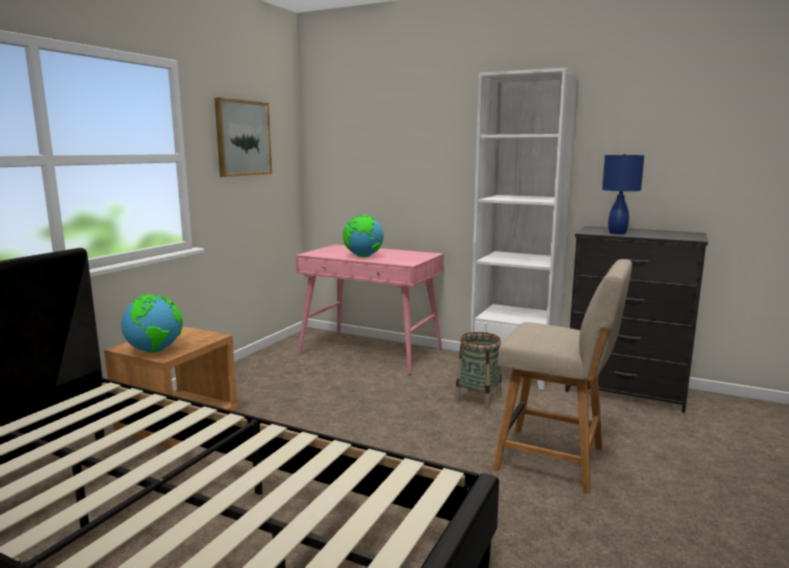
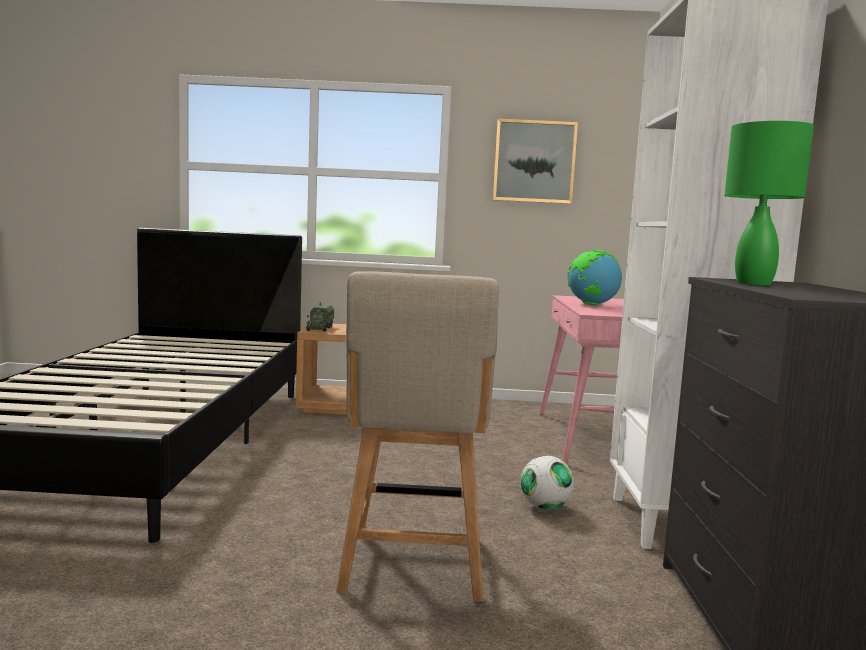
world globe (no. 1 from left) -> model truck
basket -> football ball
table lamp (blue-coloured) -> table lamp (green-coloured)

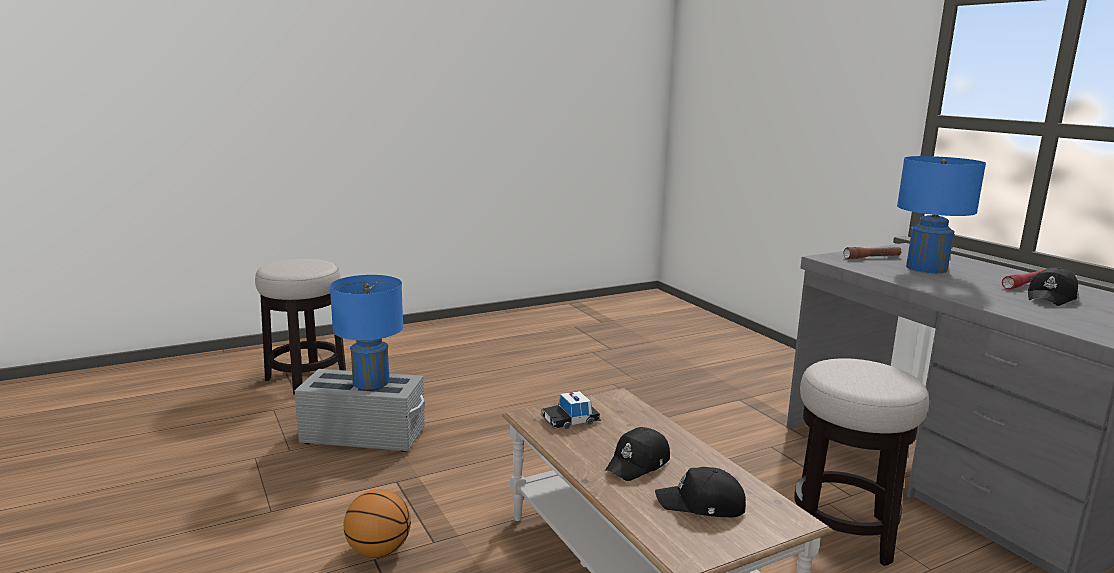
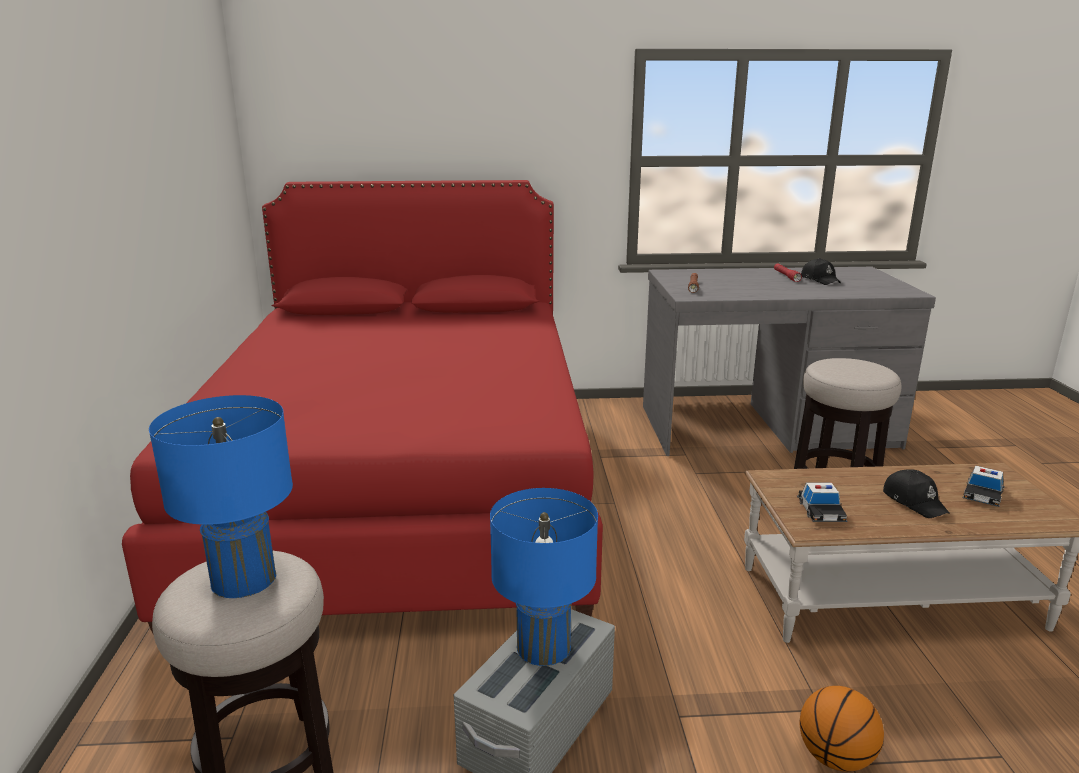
none -> bedroom bed (red-coloured)
table lamp (blue-coloured) (no. 2 from left in the first image) -> table lamp (blue-coloured) (no. 1 from left), shifted
baseball cap (black-coloured) (no. 2 from left) -> miniature car (no. 2 from left)

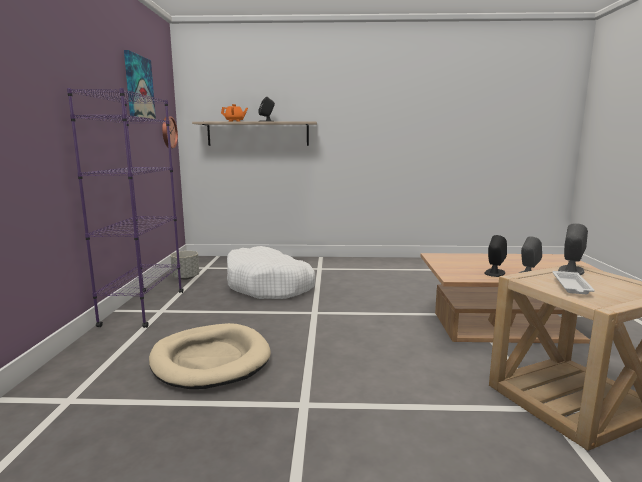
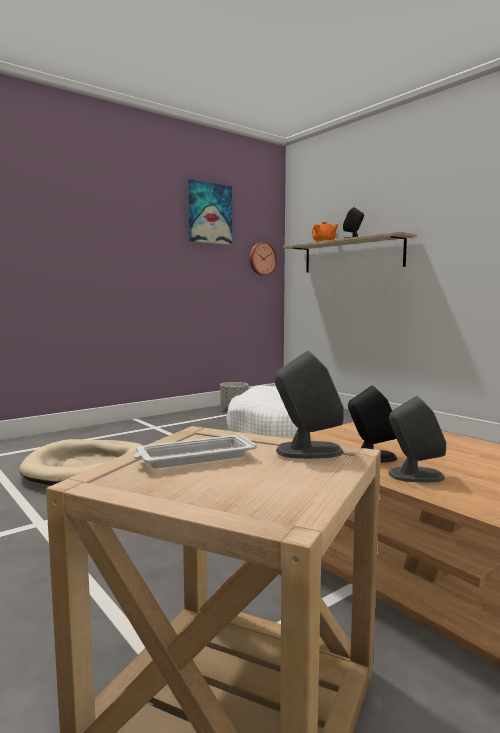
shelving unit (purplish) -> none

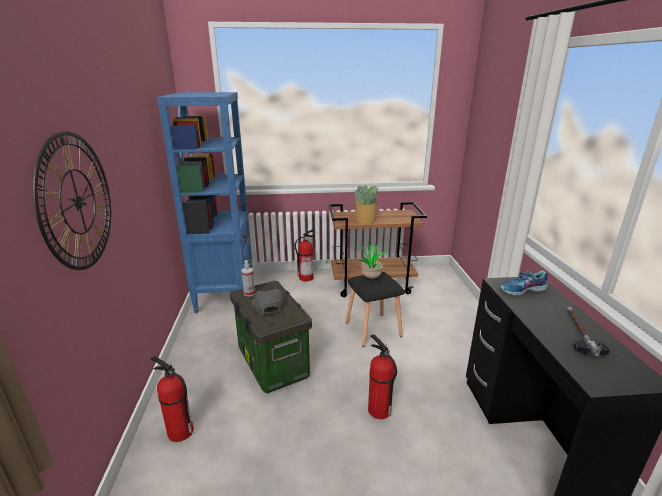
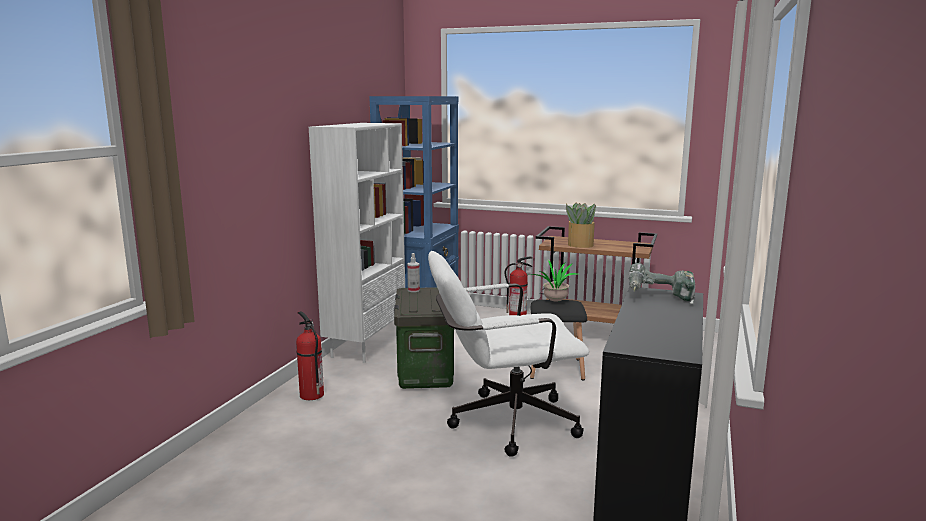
hanging clock -> none
baseball cap (gray) -> none
tool hammer -> none
none -> shelving unit (white)
fire-fighting cylinder (no. 3 from left) -> desk chair (white)
shoe -> electric drill

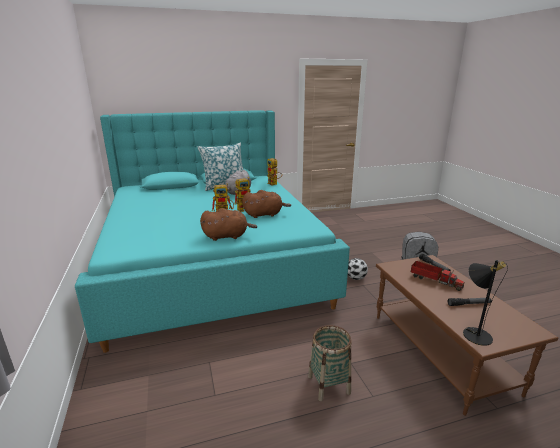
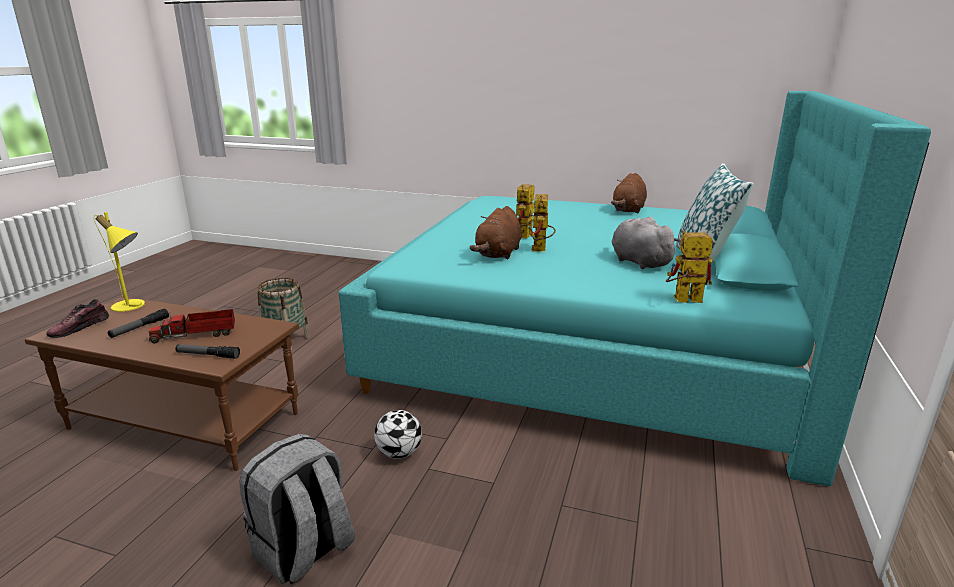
none -> shoe
plush toy (brown) (no. 1 from left in the first image) -> plush toy (brown) (no. 2 from left), shifted
table lamp (black-coloured) -> table lamp (yellow-coloured)

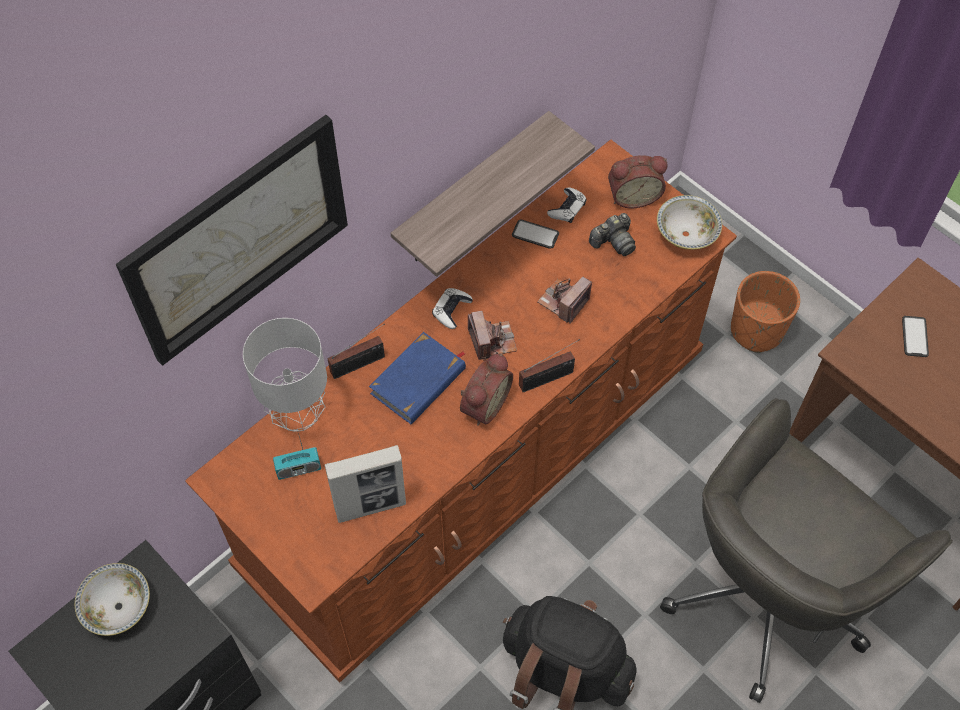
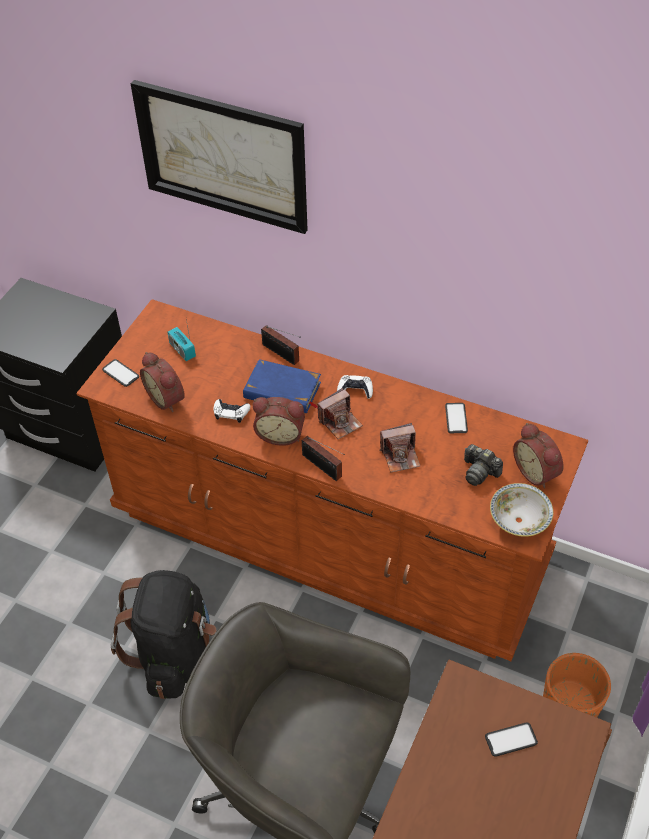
serving bowl (no. 1 from left) -> none
table lamp (gray) -> none
wall shelf -> none
none -> telephone (no. 1 from left)
joypad (white) (no. 2 from left in the first image) -> joypad (white) (no. 1 from left), shifted
picture frame -> alarm clock (no. 1 from left)
still camera (no. 2 from left), 150 degrees clockwise

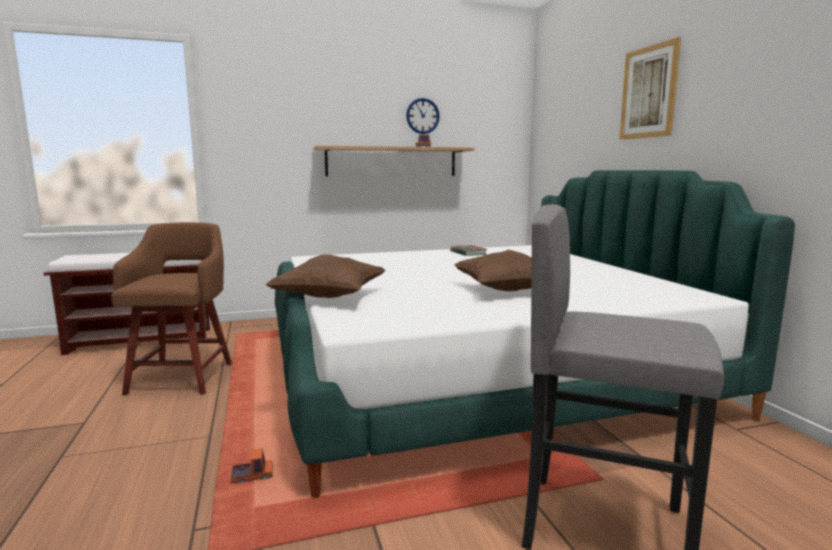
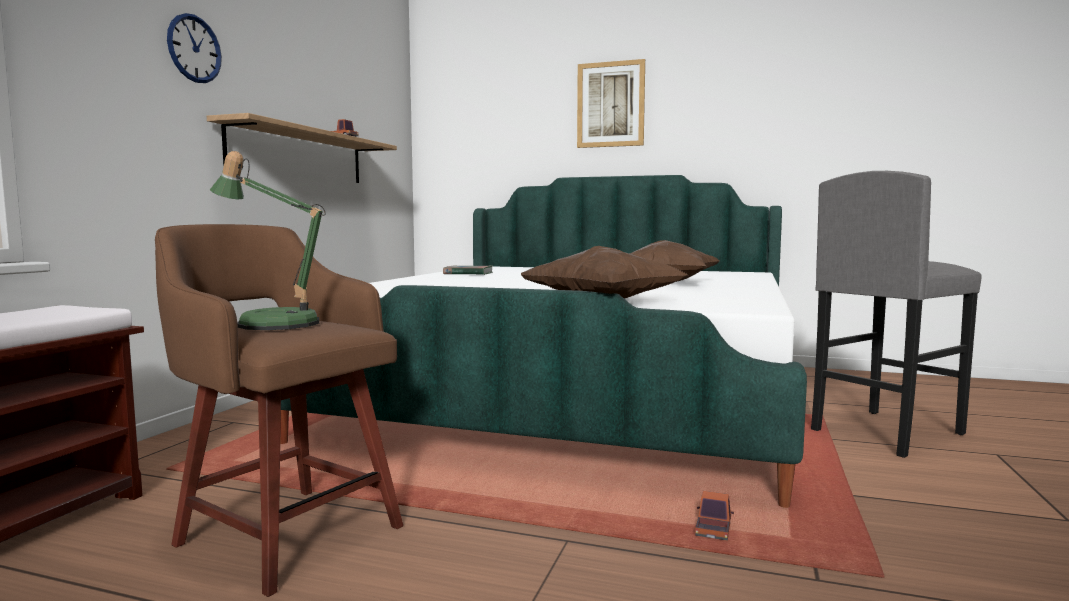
none -> table lamp
hanging clock, shifted

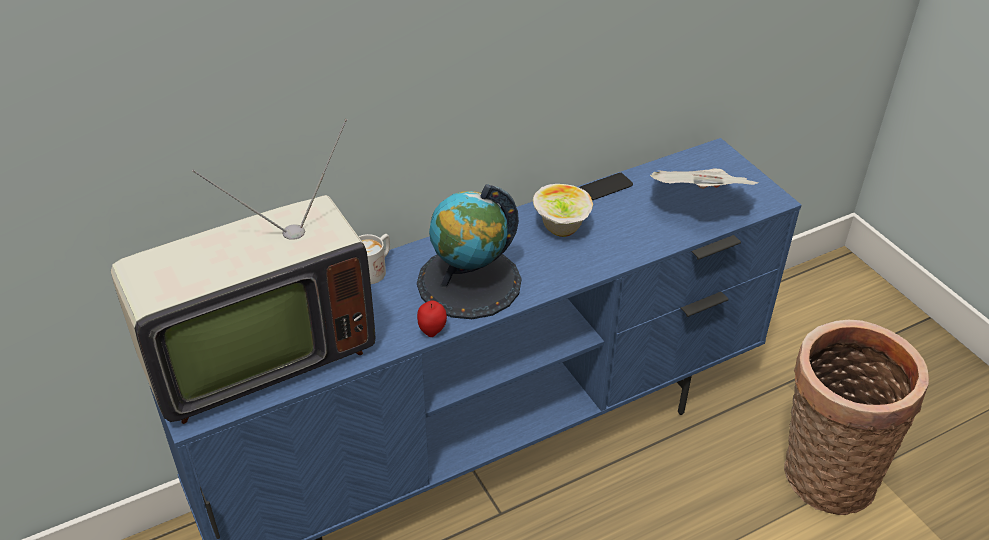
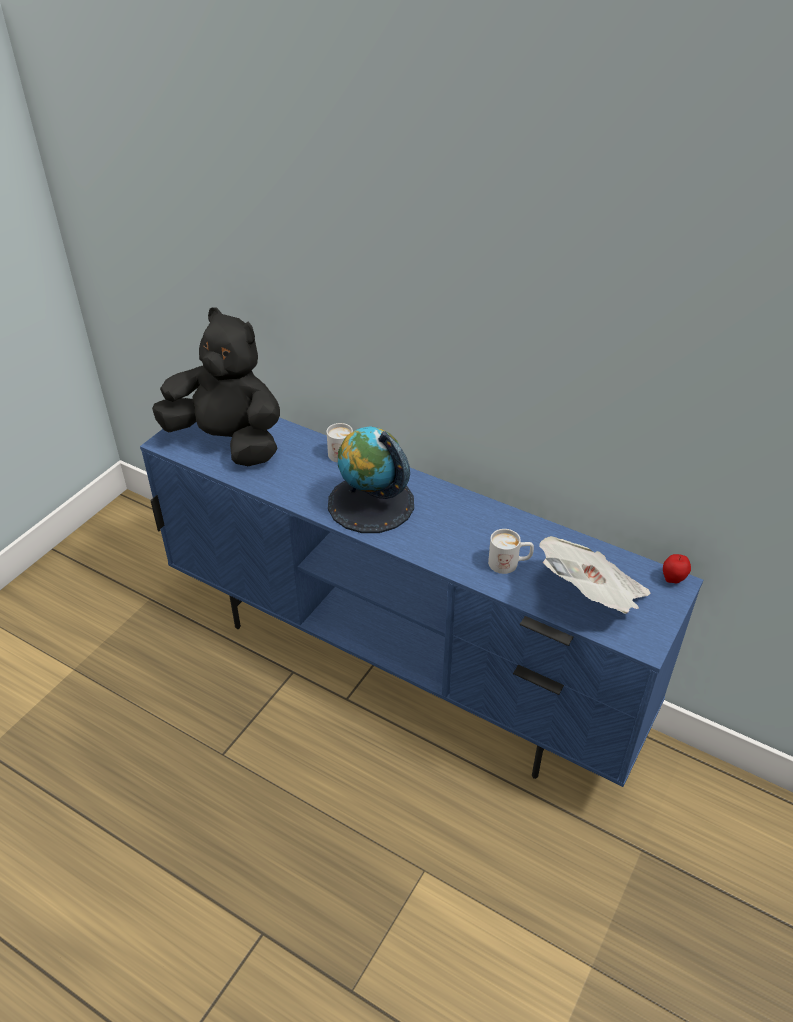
serving bowl -> none
telephone -> none
basket -> none
none -> mug (white) (no. 2 from left)
whole apple, shifted
TV set -> plush toy (black-coloured)

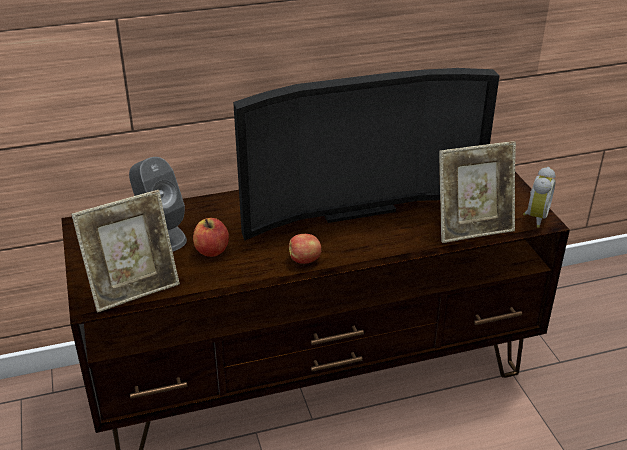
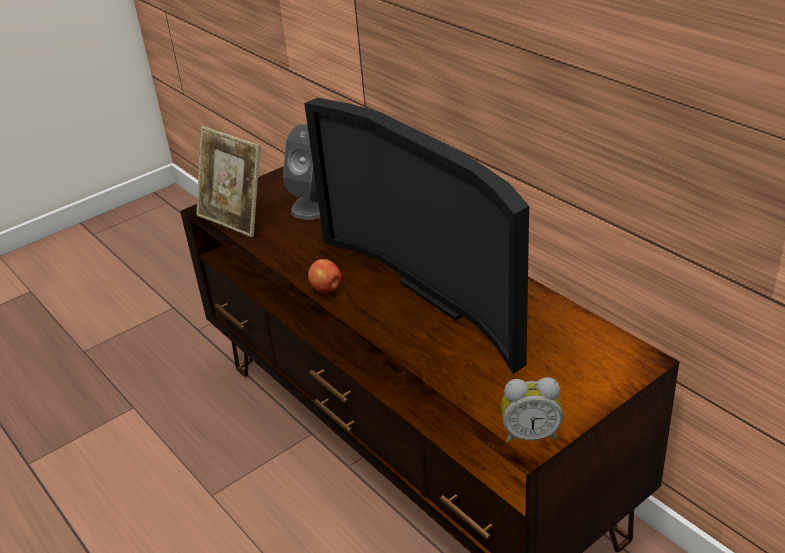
whole apple (no. 1 from left) -> none
picture frame (no. 2 from left) -> none

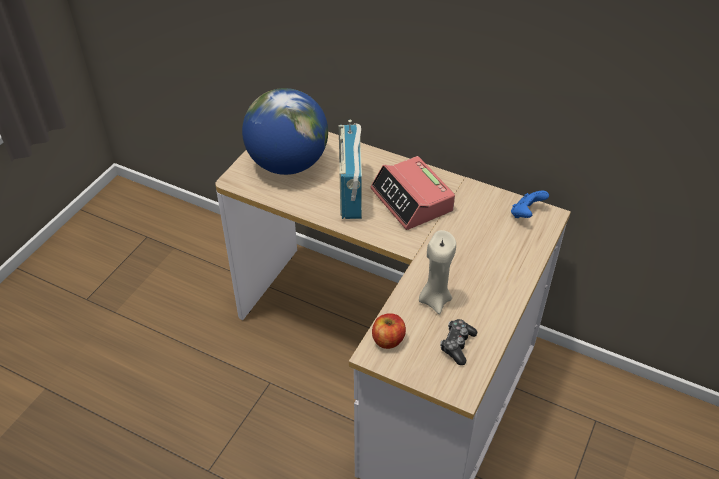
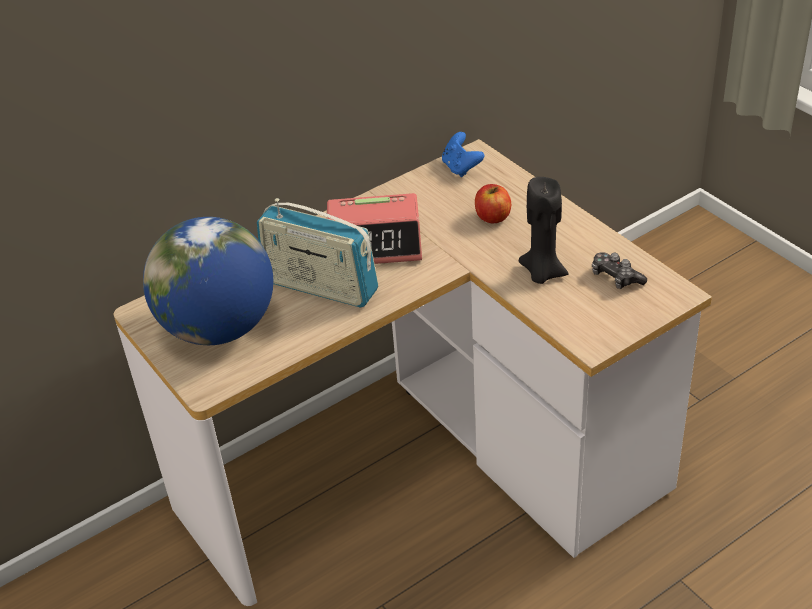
whole apple, shifted
wax light (beige-coloured) -> wax light (black-coloured)

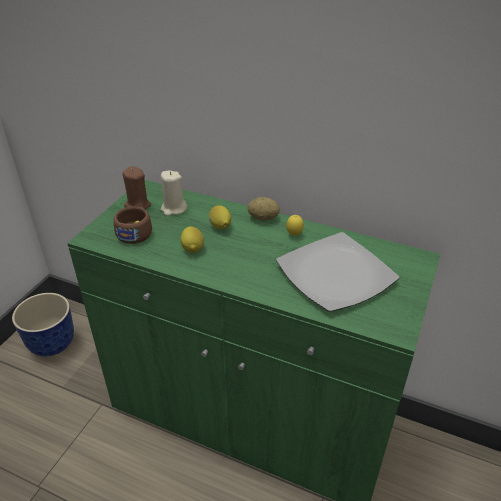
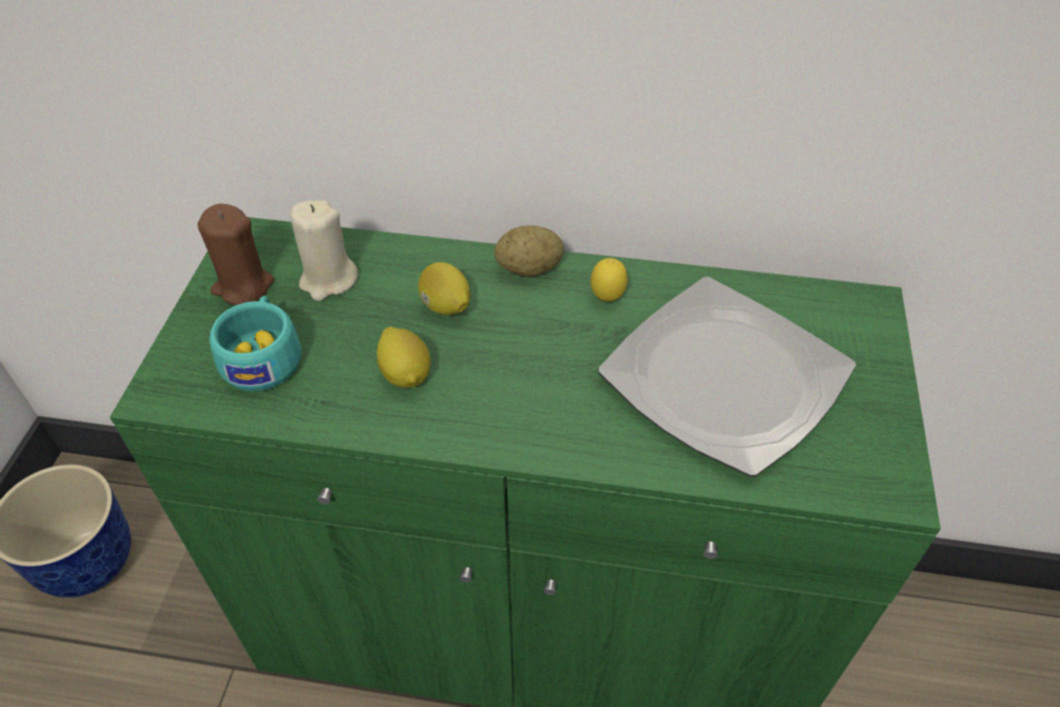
small cup (brown) -> small cup (blue-green)

